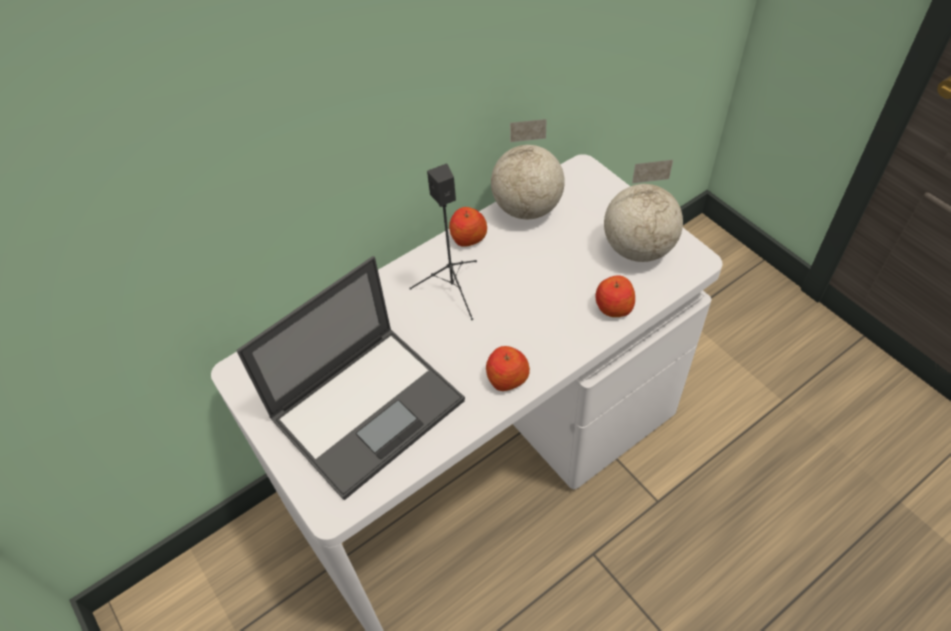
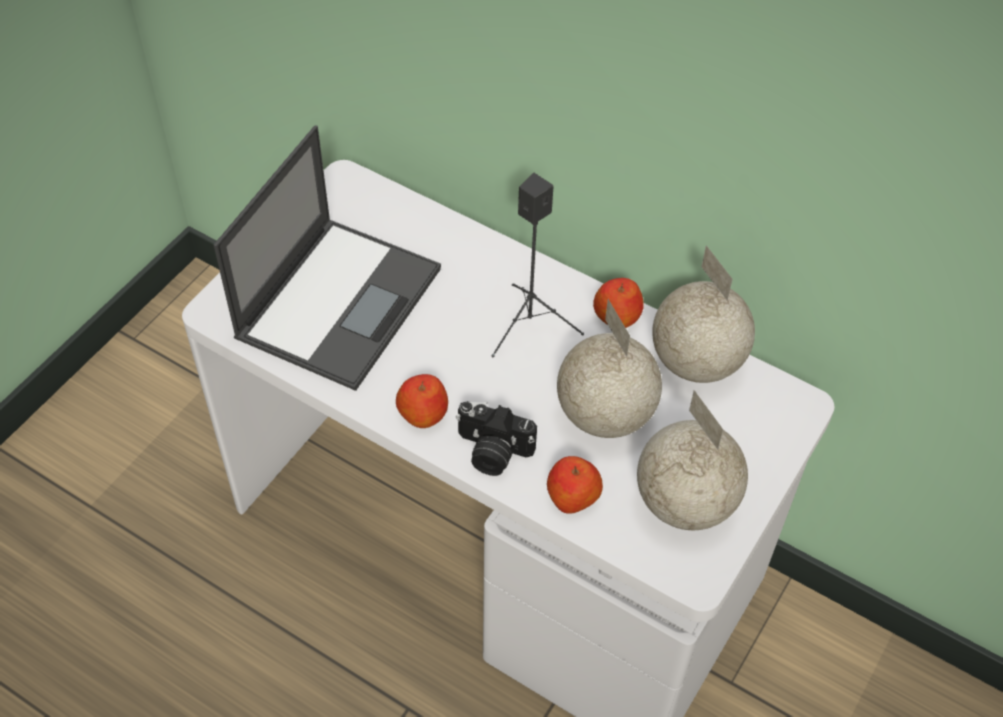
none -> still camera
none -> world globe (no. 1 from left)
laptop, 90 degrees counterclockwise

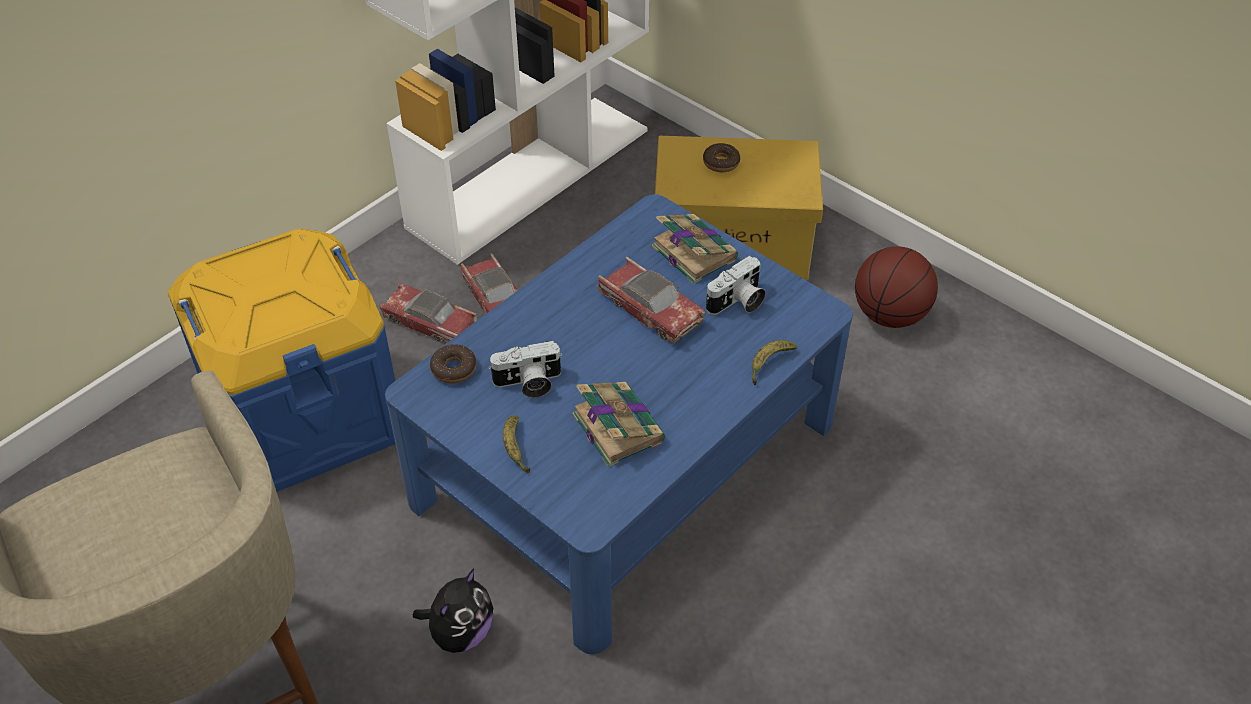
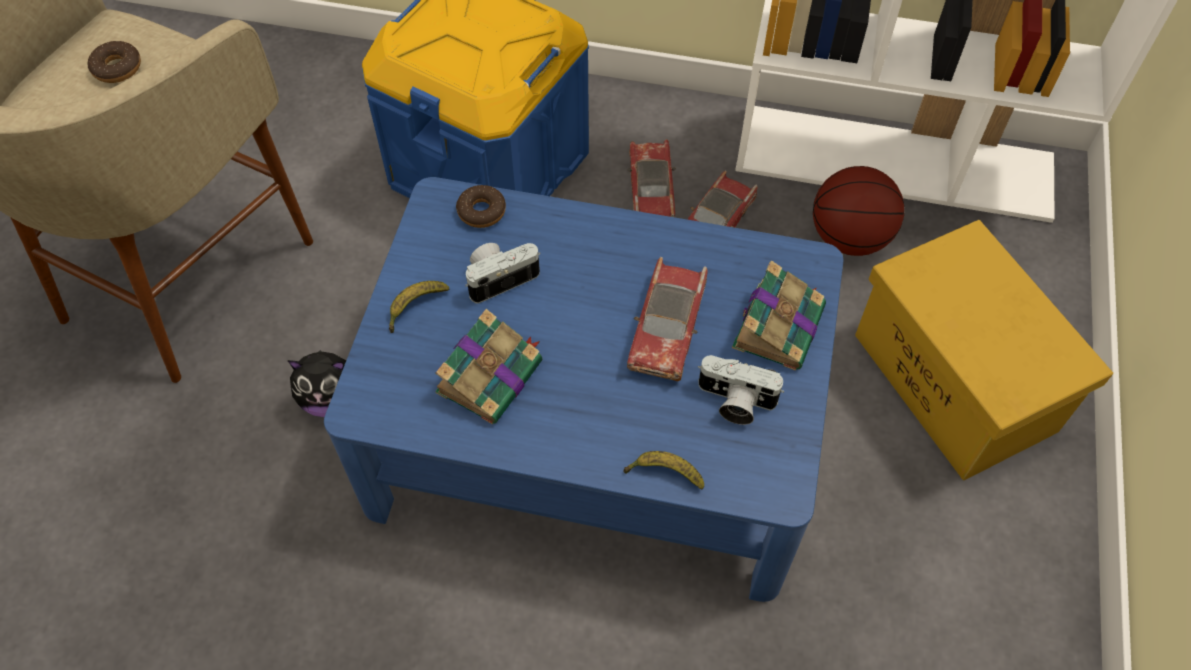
donut (no. 2 from left in the first image) -> donut (no. 1 from left), shifted
basketball, shifted
still camera (no. 1 from left), 105 degrees clockwise

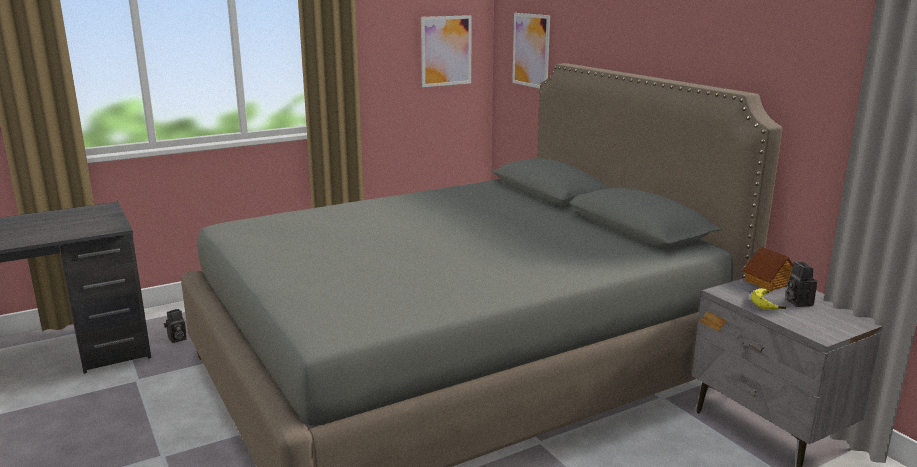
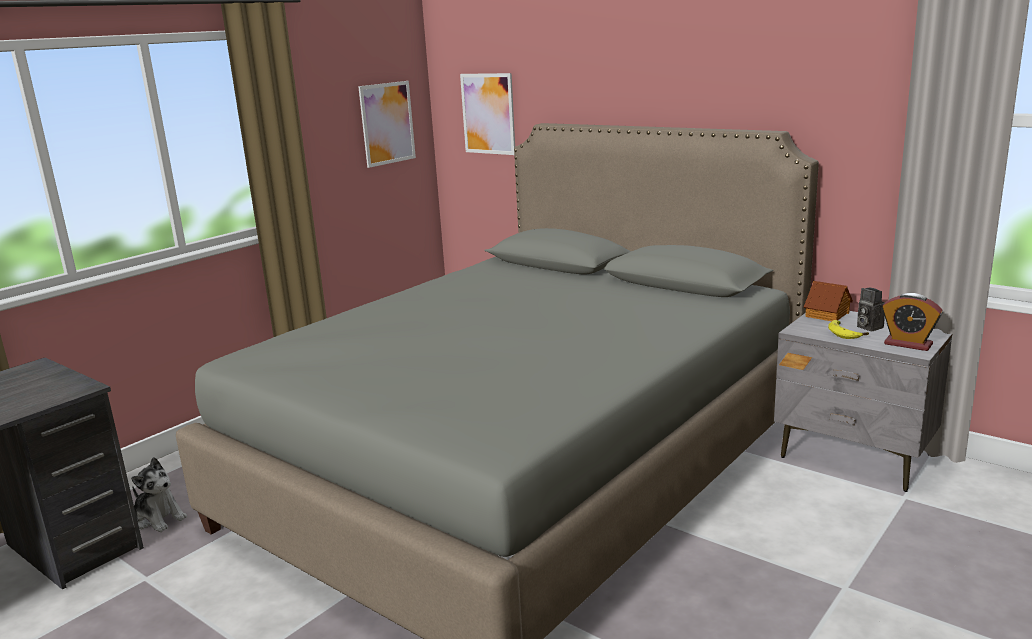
none -> alarm clock
still camera (no. 1 from left) -> plush toy

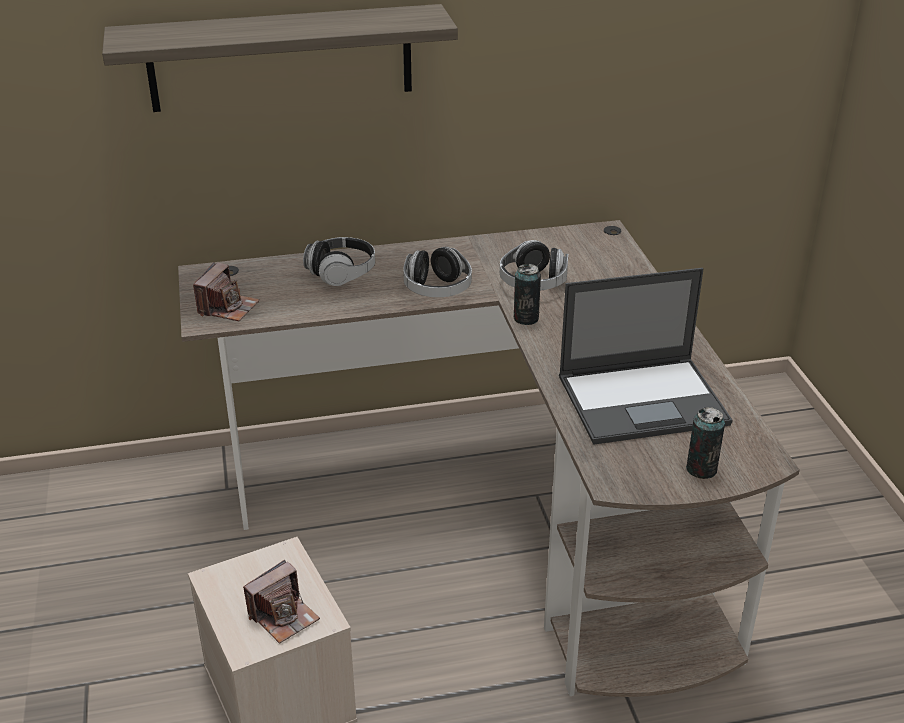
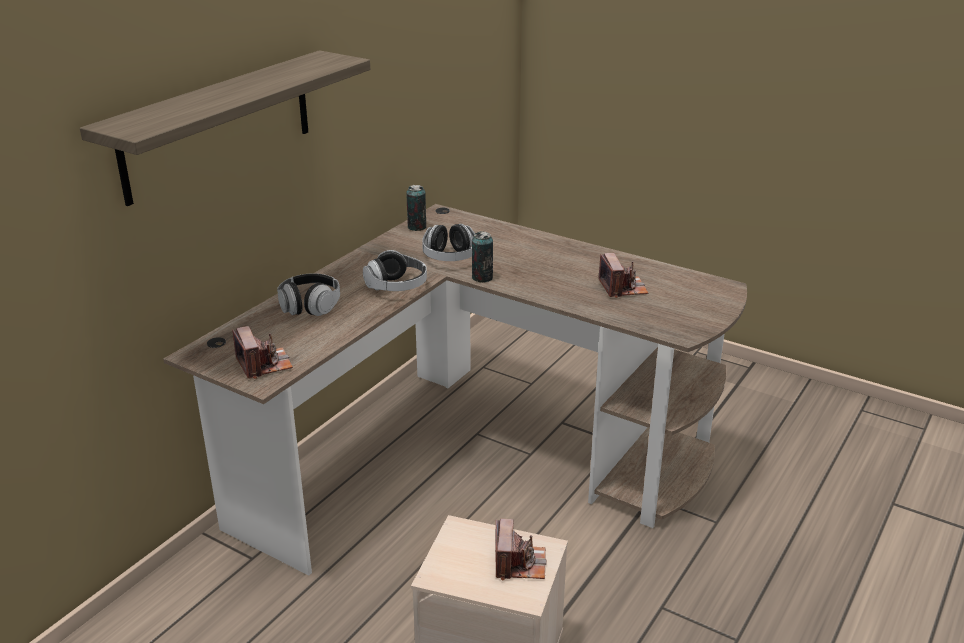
metal can (no. 2 from left in the first image) -> metal can (no. 1 from left), shifted
laptop -> still camera (no. 3 from left)

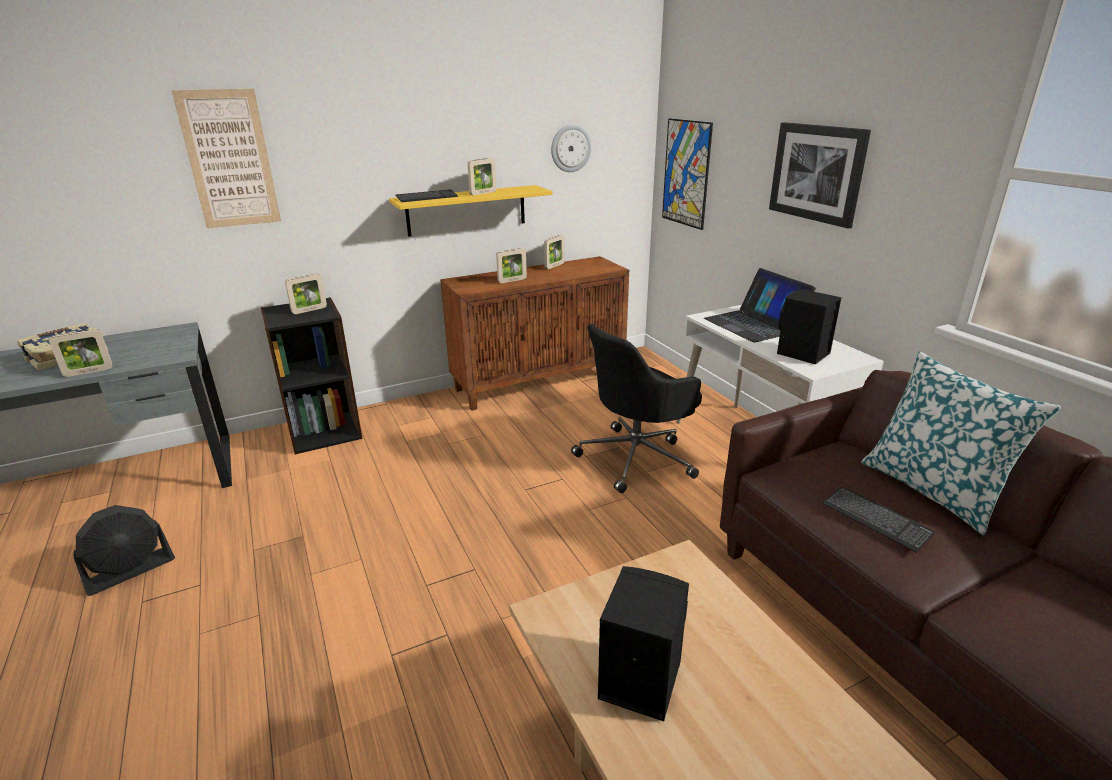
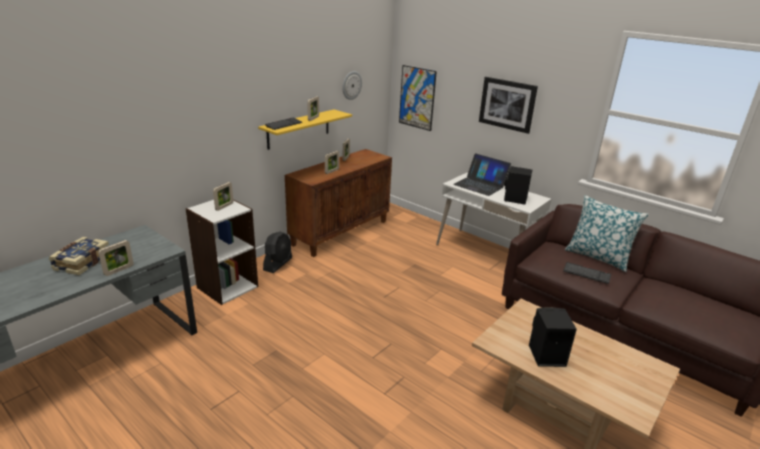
wall picture (no. 1 from left) -> none
desk chair (black-coloured) -> none
electric fan (black-coloured), shifted
shelving unit (black-coloured) -> shelving unit (white)

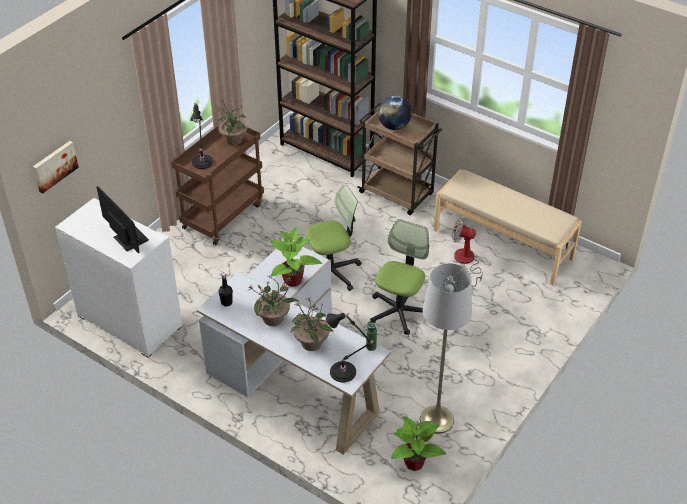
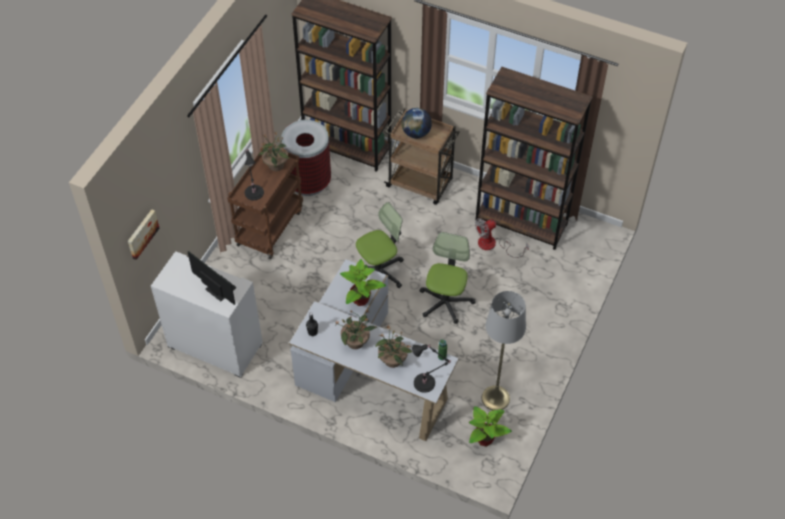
none -> trash can
long seat (beige-coloured) -> shelving unit (brown) (no. 2 from left)
electric fan, 45 degrees counterclockwise

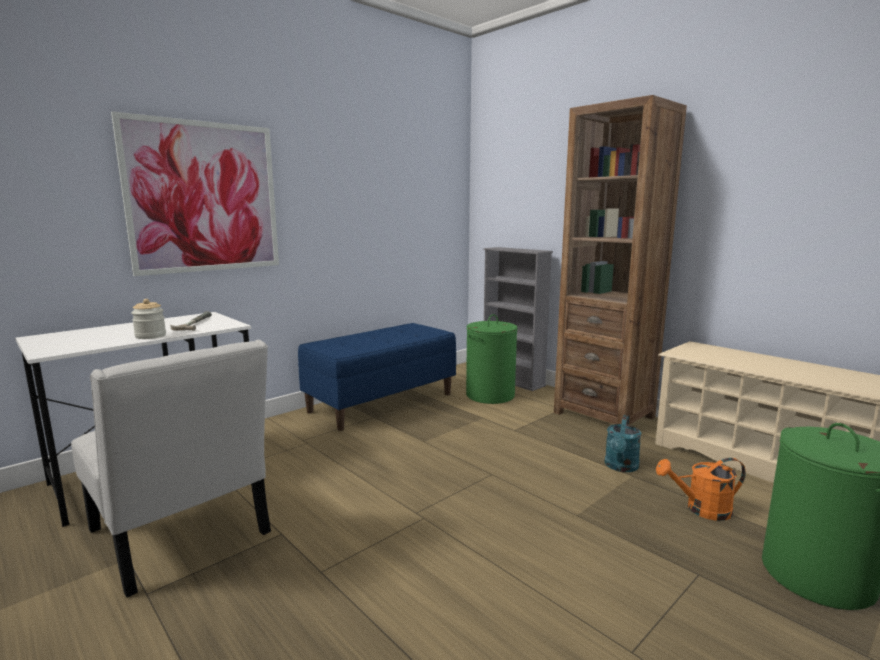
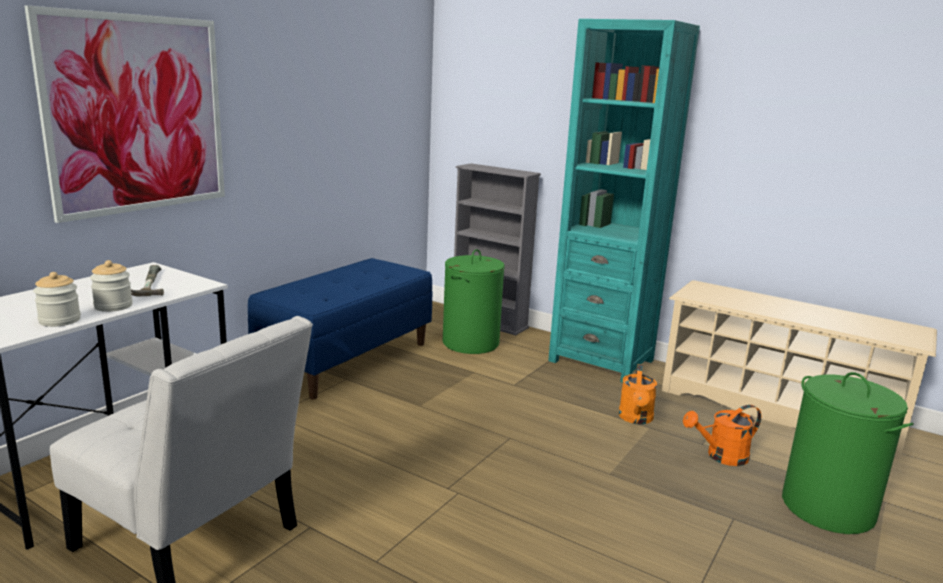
none -> storage jar (no. 1 from left)
shelving unit (brown) -> shelving unit (blue-green)
watering can (blue-green) -> watering can (orangey) (no. 1 from left)

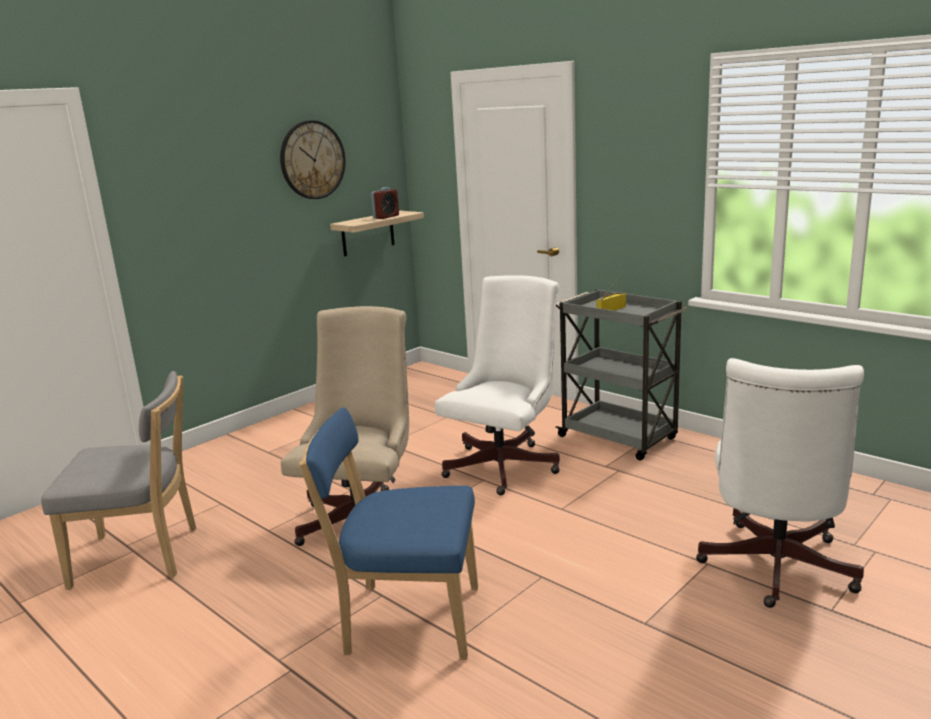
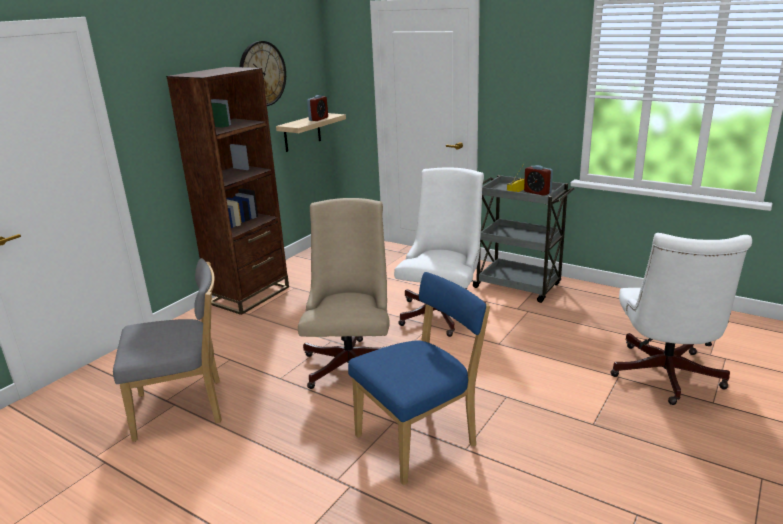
none -> shelving unit (brown)
none -> alarm clock (no. 2 from left)
upright chair (blue-coloured), 150 degrees clockwise

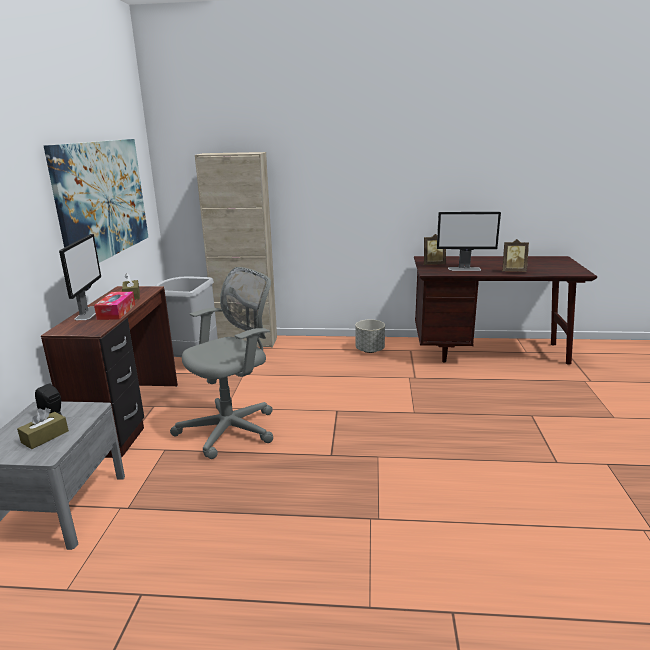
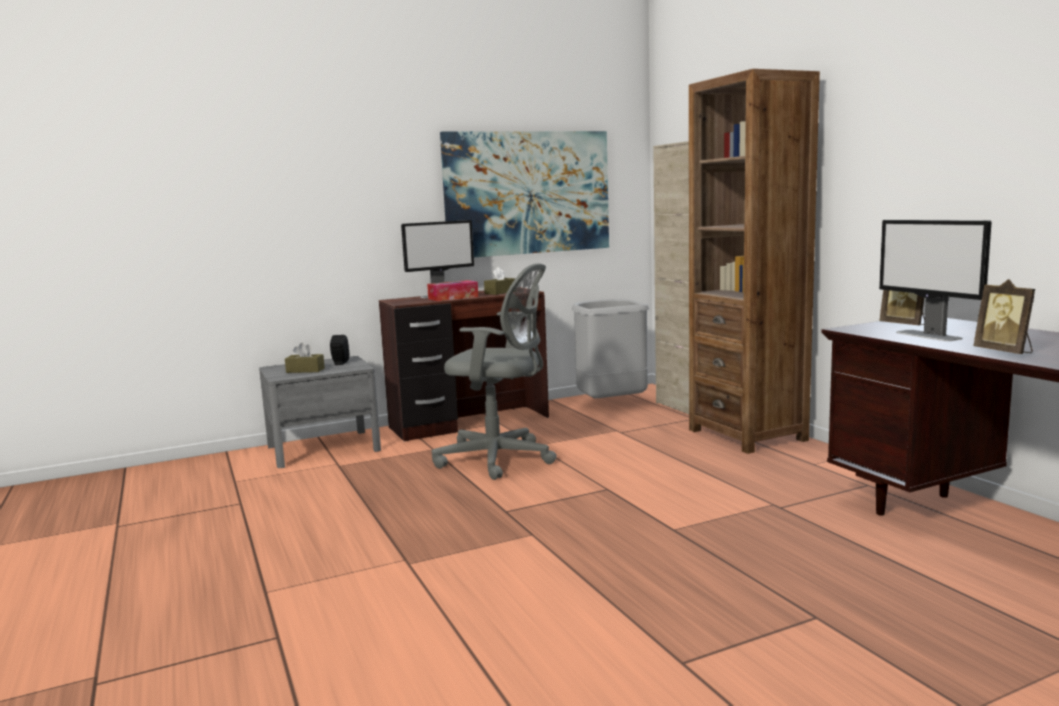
plant pot (gray) -> none
none -> shelving unit (brown)

